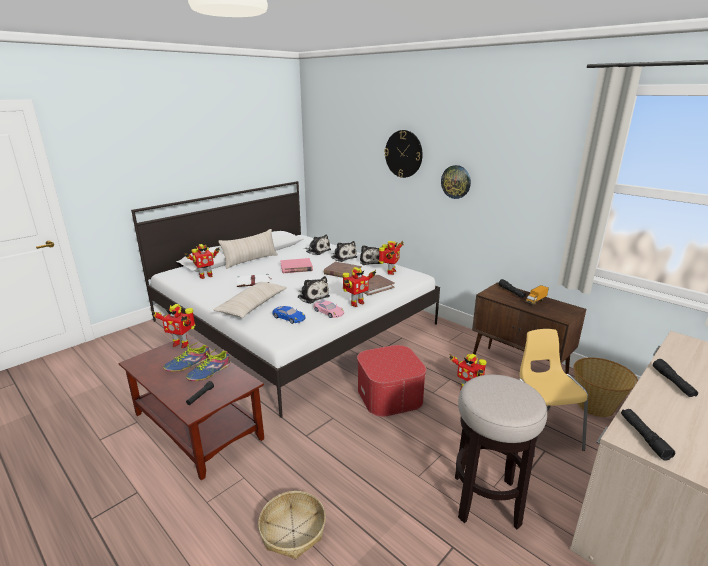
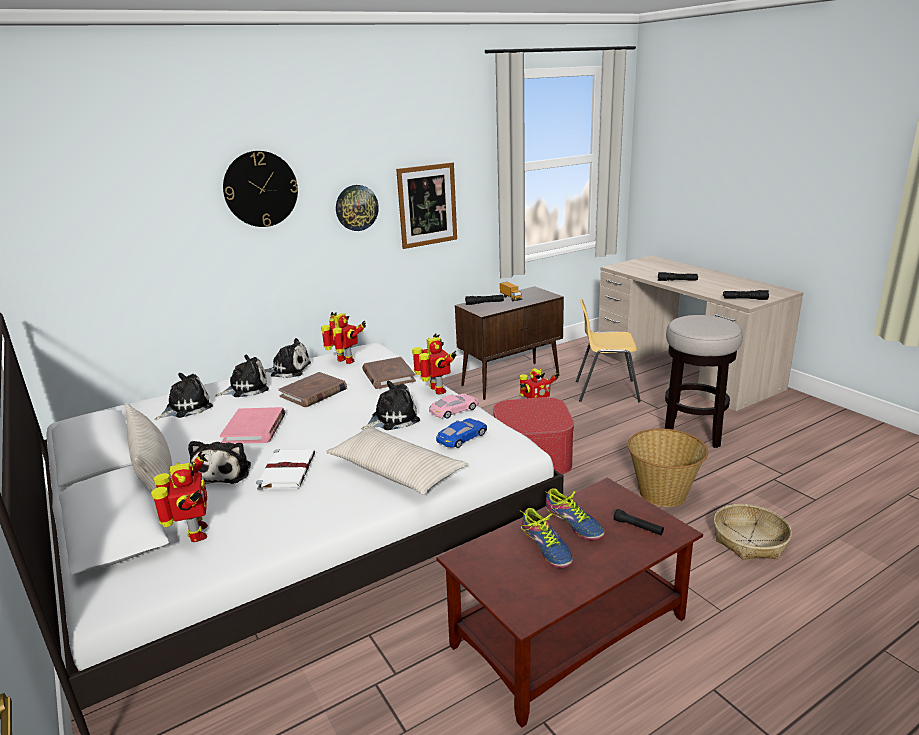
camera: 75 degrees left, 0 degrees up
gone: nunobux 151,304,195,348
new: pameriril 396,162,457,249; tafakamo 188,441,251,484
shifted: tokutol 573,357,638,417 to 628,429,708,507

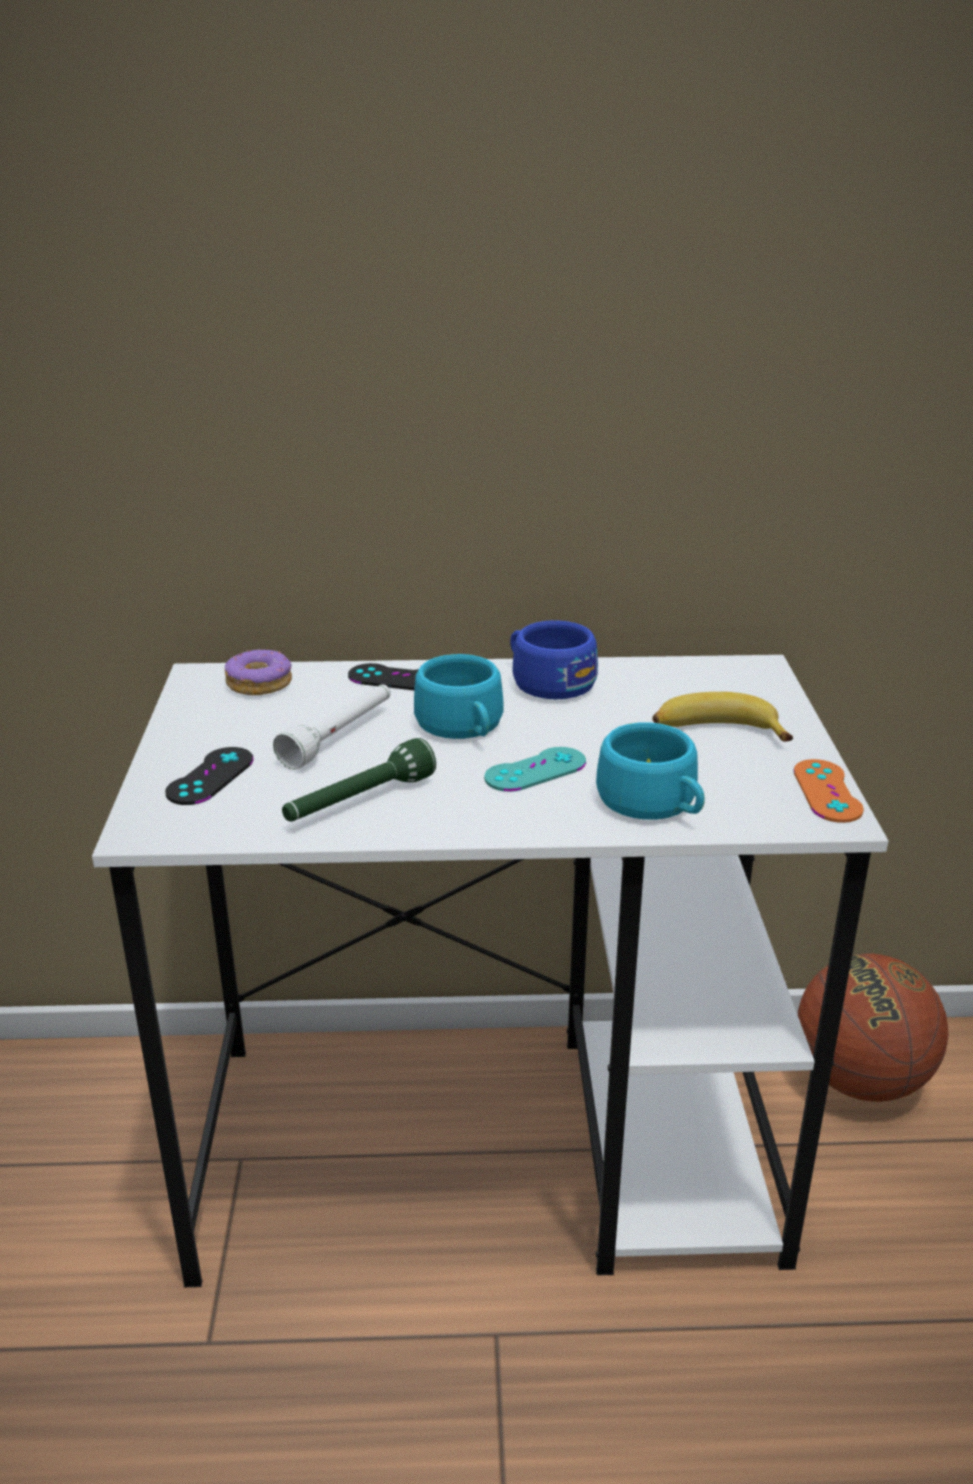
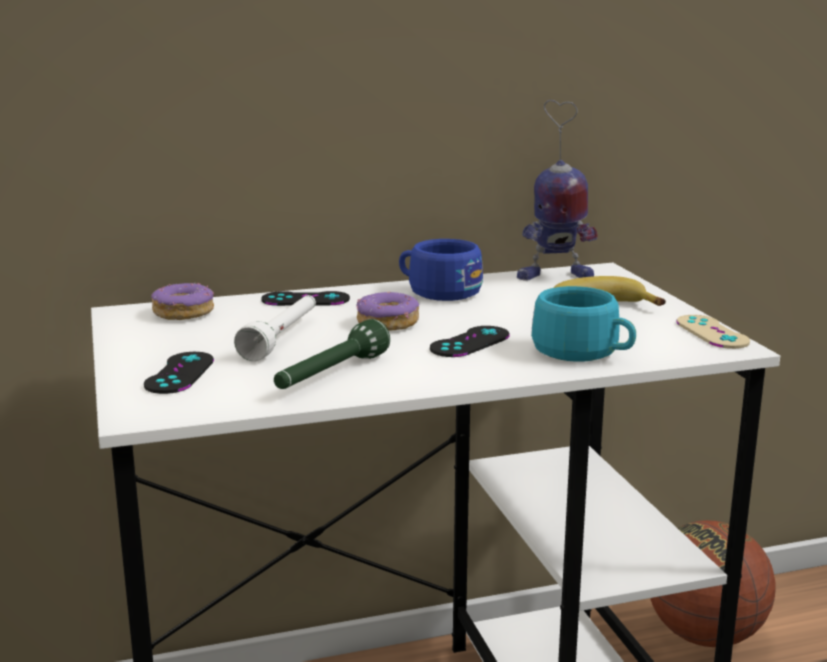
camera: 15 degrees left, 10 degrees down
new: nunobux 517,100,598,280
swapped: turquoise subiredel 414,654,504,739 to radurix 357,291,419,331
repainted: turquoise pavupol 484,747,586,792 to black pavupol 430,326,510,357; orange pavupol 793,759,864,823 to beige pavupol 676,315,750,349

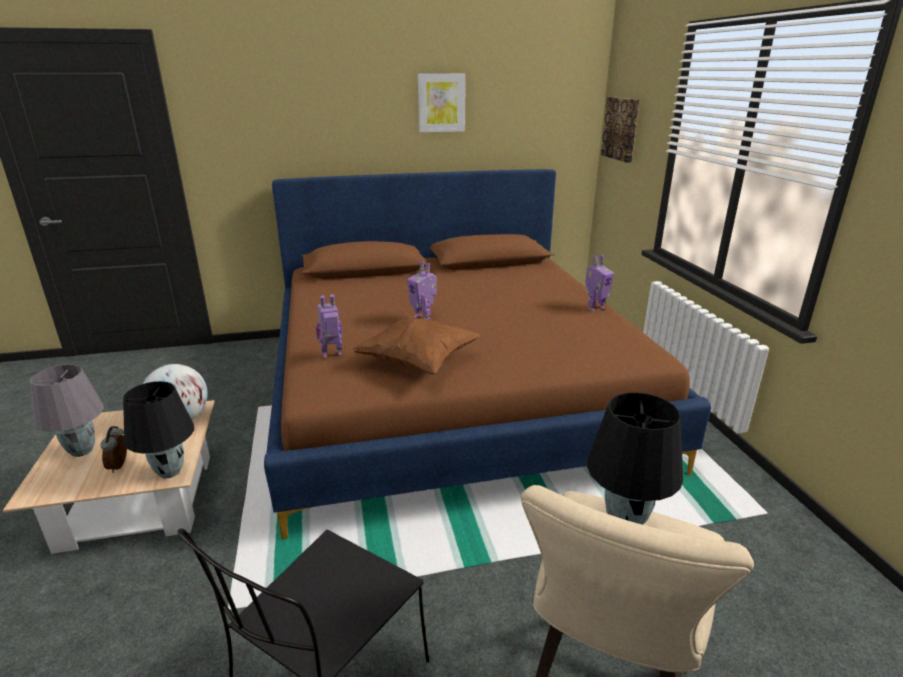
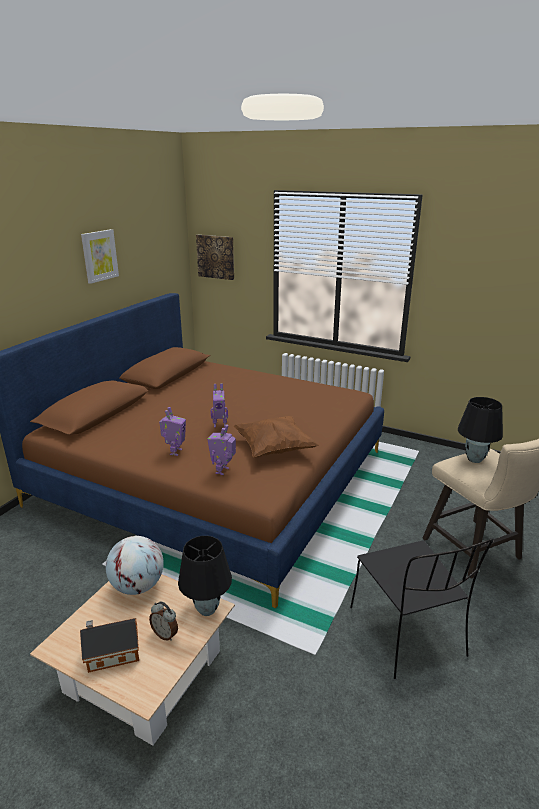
camera: 50 degrees left, 0 degrees up
shifted: nunobux 585,255,614,312 to 159,407,186,456
swapped: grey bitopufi 30,364,104,457 to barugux 80,618,139,673

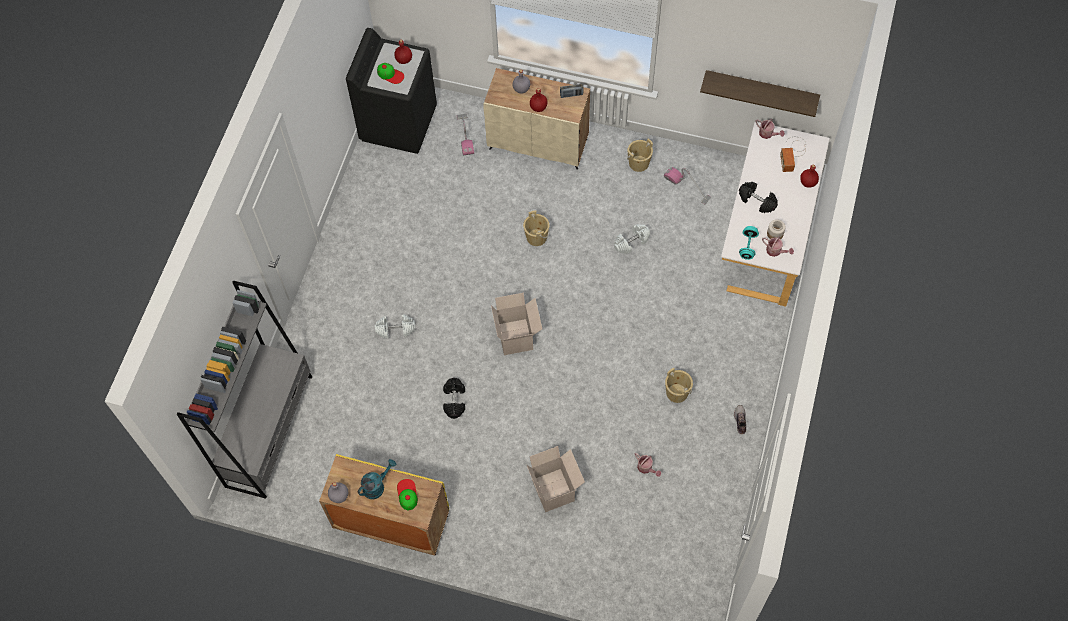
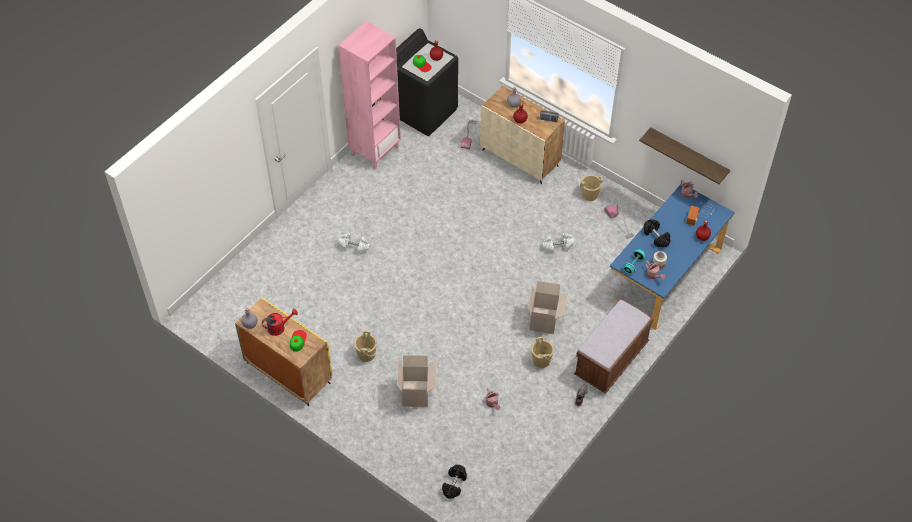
camera: 20 degrees right, 10 degrees down
gone: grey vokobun 177,281,312,499
new: pink vokobun 338,21,401,170; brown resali 574,299,654,394
shifted: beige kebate 523,210,549,246 to 354,331,377,362; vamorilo 491,293,542,355 to 528,281,568,334; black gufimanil 443,378,465,419 to 442,464,467,499
repainted: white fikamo 721,122,830,307 to blue fikamo 610,183,735,330; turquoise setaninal 358,459,396,499 to red setaninal 262,309,298,336

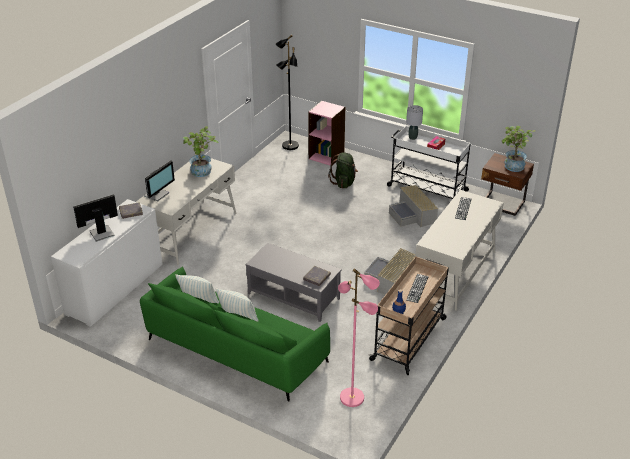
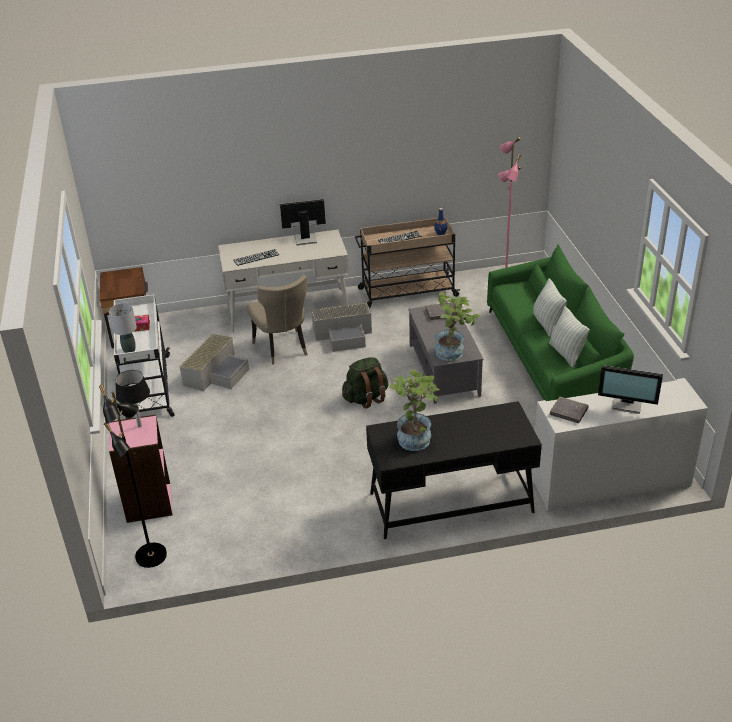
camera: 130 degrees left, 0 degrees up
new: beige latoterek 247,275,308,365; black bitopufi 115,370,150,427
shifted: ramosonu 502,126,536,172 to 435,292,480,361; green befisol 328,152,358,188 to 342,357,389,409; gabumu 144,160,175,202 to 280,199,326,245
repainted: white fikamo 136,158,236,265 to black fikamo 366,401,542,539

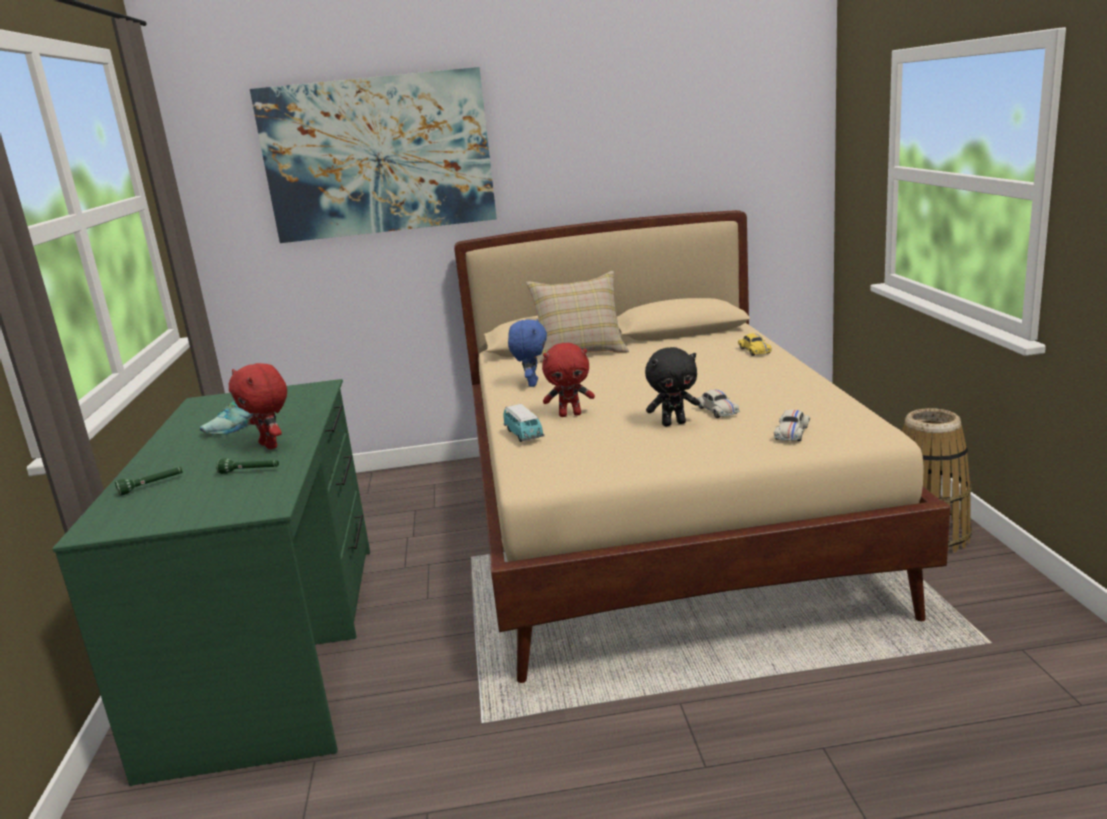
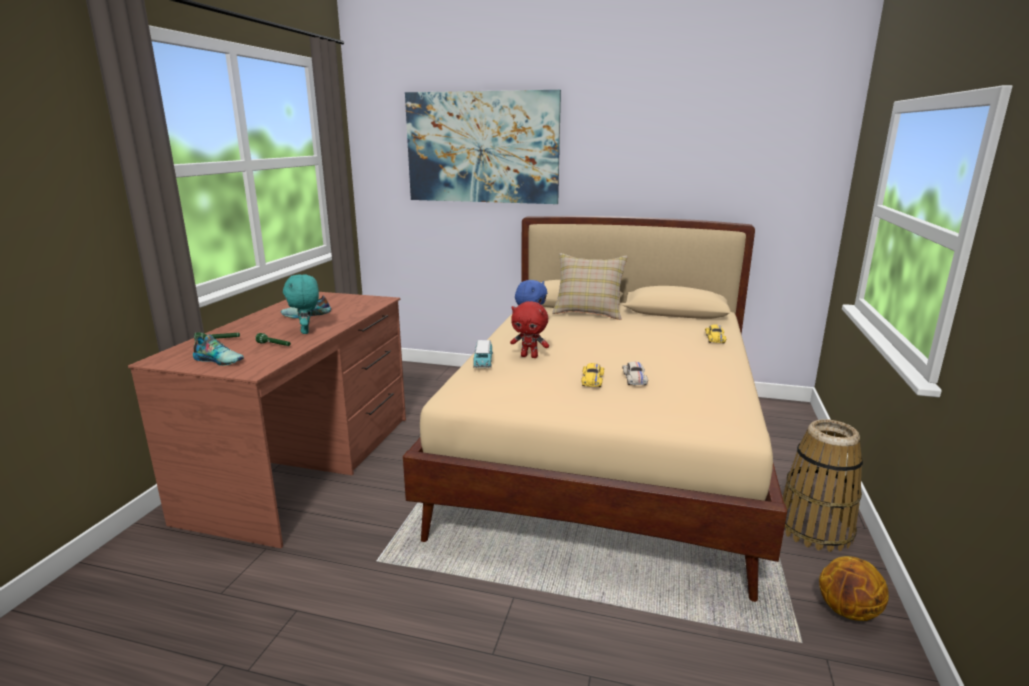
camera: 20 degrees right, 0 degrees up
gone: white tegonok 774,410,810,441
new: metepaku 193,335,244,366; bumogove 819,556,889,621
swapped: black tafakamo 645,347,700,426 to yellow tegonok 582,363,604,387
repainted: red tafakamo 229,363,287,449 to turquoise tafakamo 283,274,319,334; green fikamo 52,379,370,786 to brown fikamo 128,292,406,548

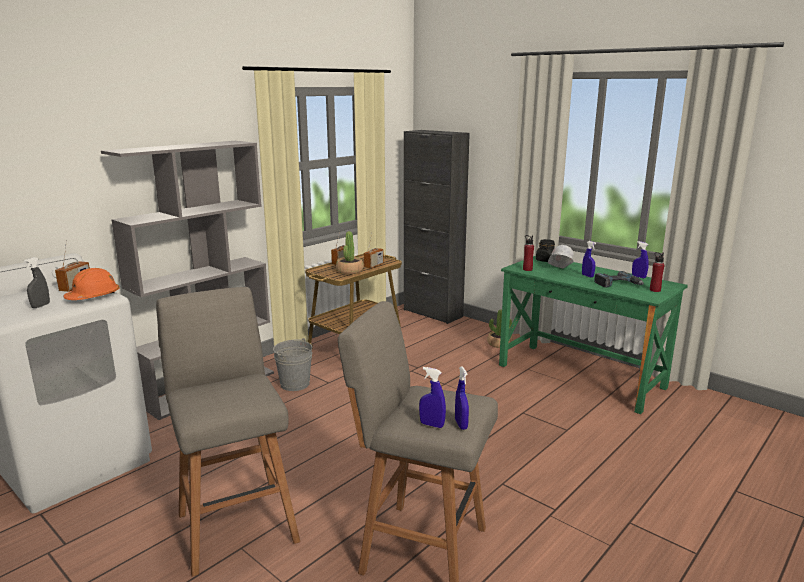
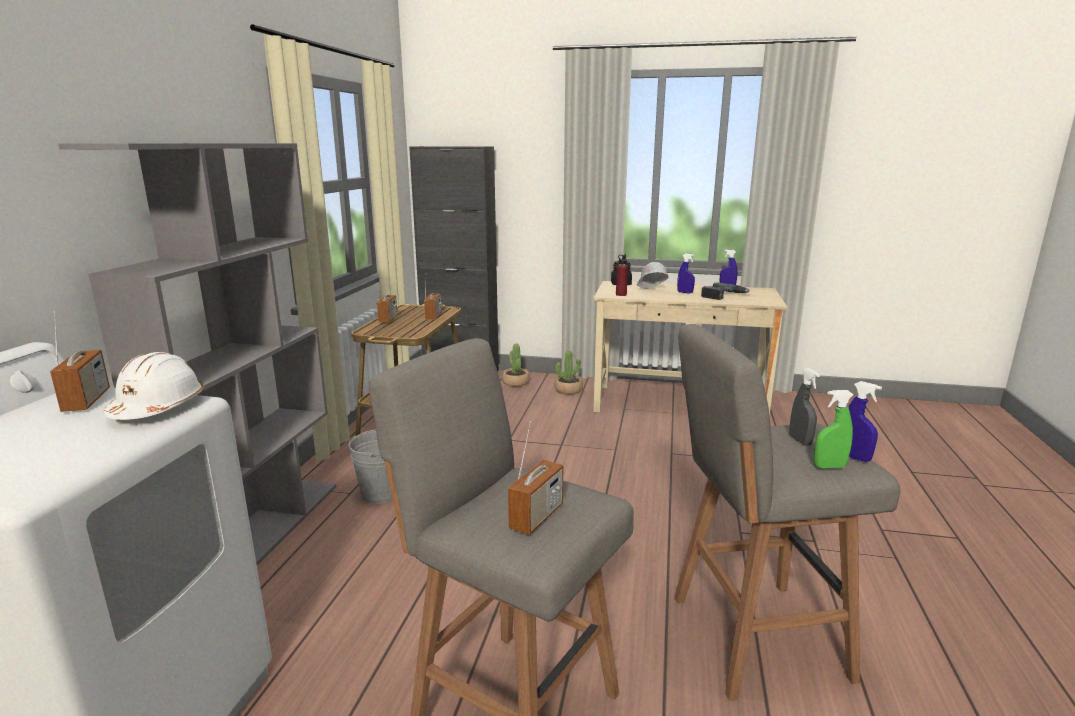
camera: 30 degrees left, 0 degrees up
gone: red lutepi 650,252,664,292
new: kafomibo 508,421,563,535
shifted: ramosonu 336,231,363,274 to 502,343,530,387; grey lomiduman 23,257,50,308 to 789,368,820,446
repainted: green fikamo 499,256,688,414 to beige fikamo 593,281,787,415; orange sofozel 64,268,120,300 to white sofozel 103,352,204,420; blue lomiduman 419,367,446,428 to green lomiduman 814,390,853,469

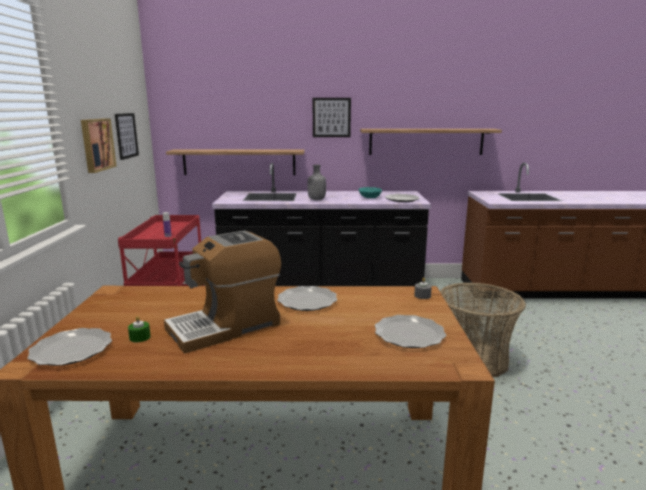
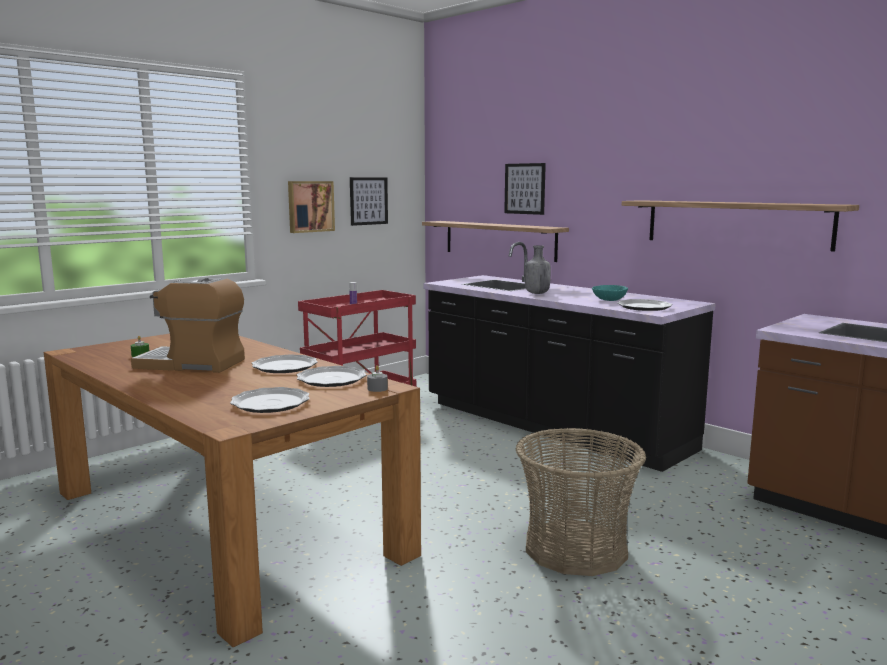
camera: 45 degrees right, 5 degrees down
shifted: pameriril 313,98,351,137 to 504,163,546,215; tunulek 27,328,112,366 to 297,366,367,387

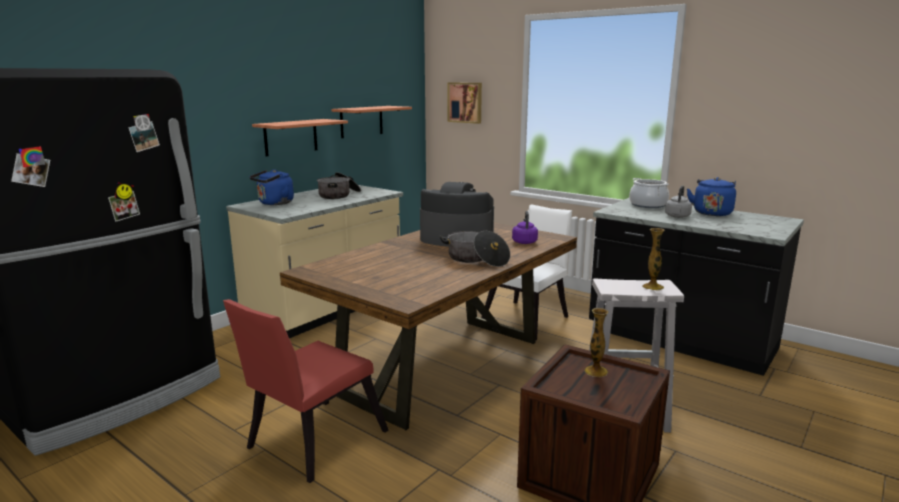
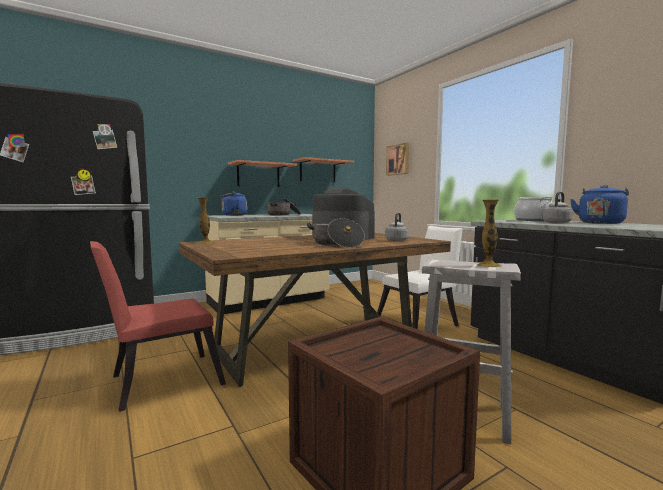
camera: 20 degrees right, 10 degrees down
shifted: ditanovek 585,308,608,377 to 197,198,215,244
repainted: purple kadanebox 512,211,538,244 to grey kadanebox 385,213,408,242

